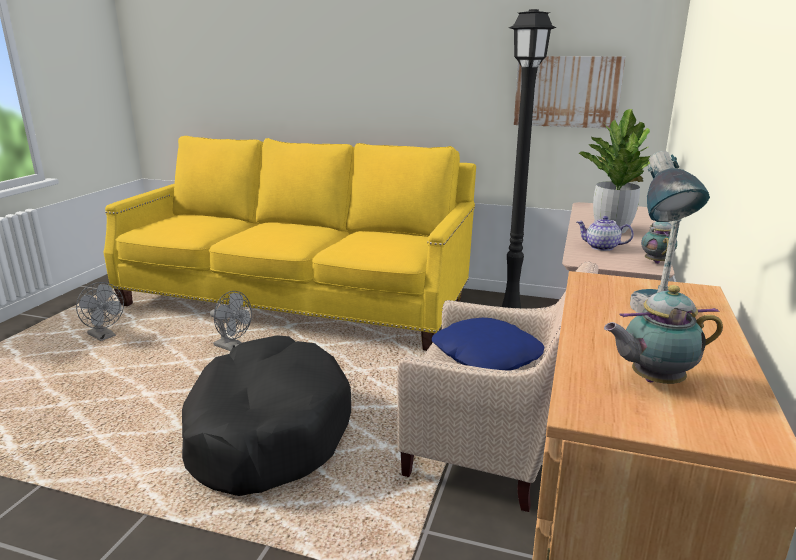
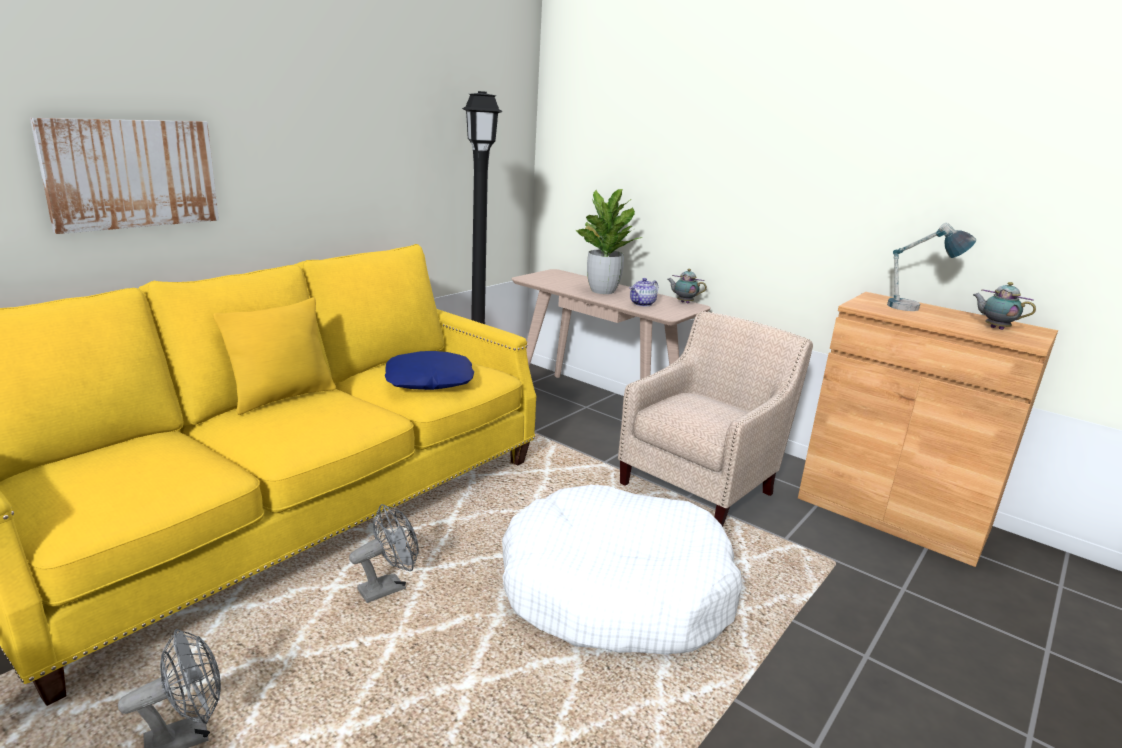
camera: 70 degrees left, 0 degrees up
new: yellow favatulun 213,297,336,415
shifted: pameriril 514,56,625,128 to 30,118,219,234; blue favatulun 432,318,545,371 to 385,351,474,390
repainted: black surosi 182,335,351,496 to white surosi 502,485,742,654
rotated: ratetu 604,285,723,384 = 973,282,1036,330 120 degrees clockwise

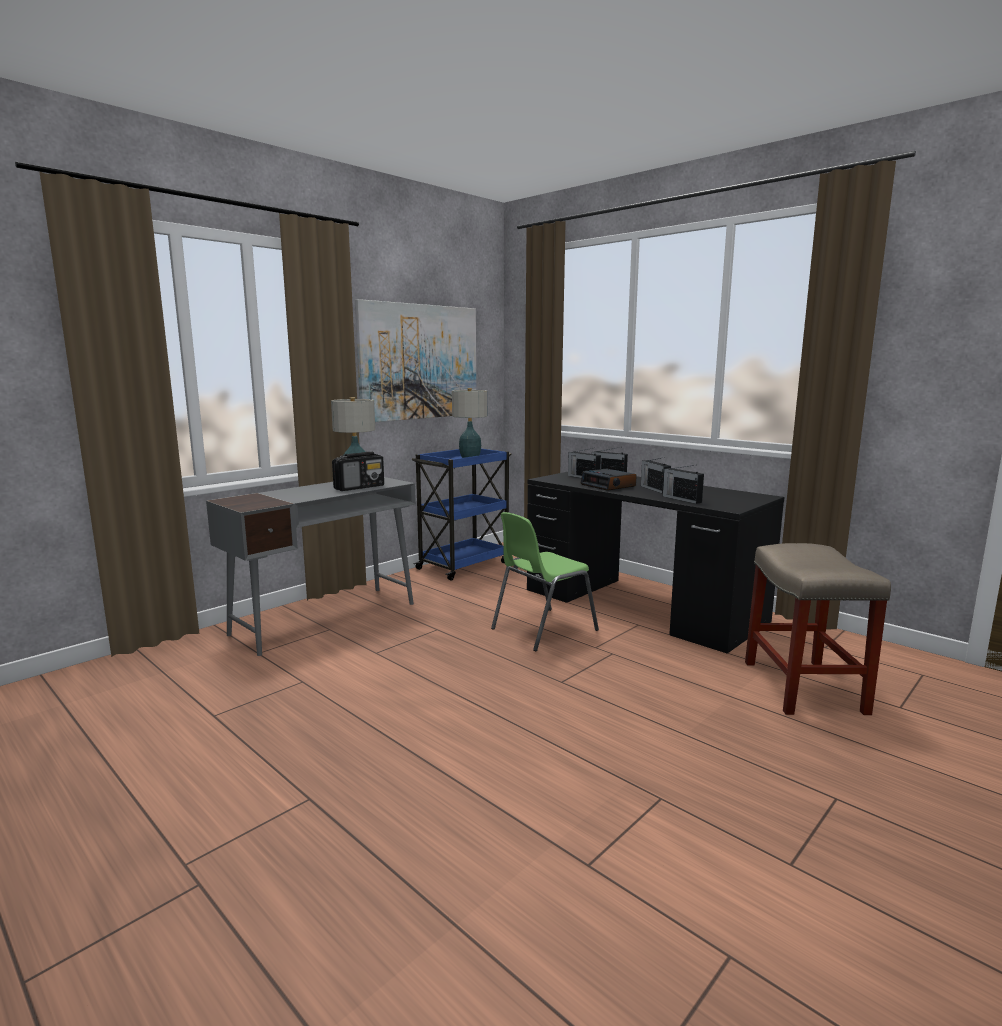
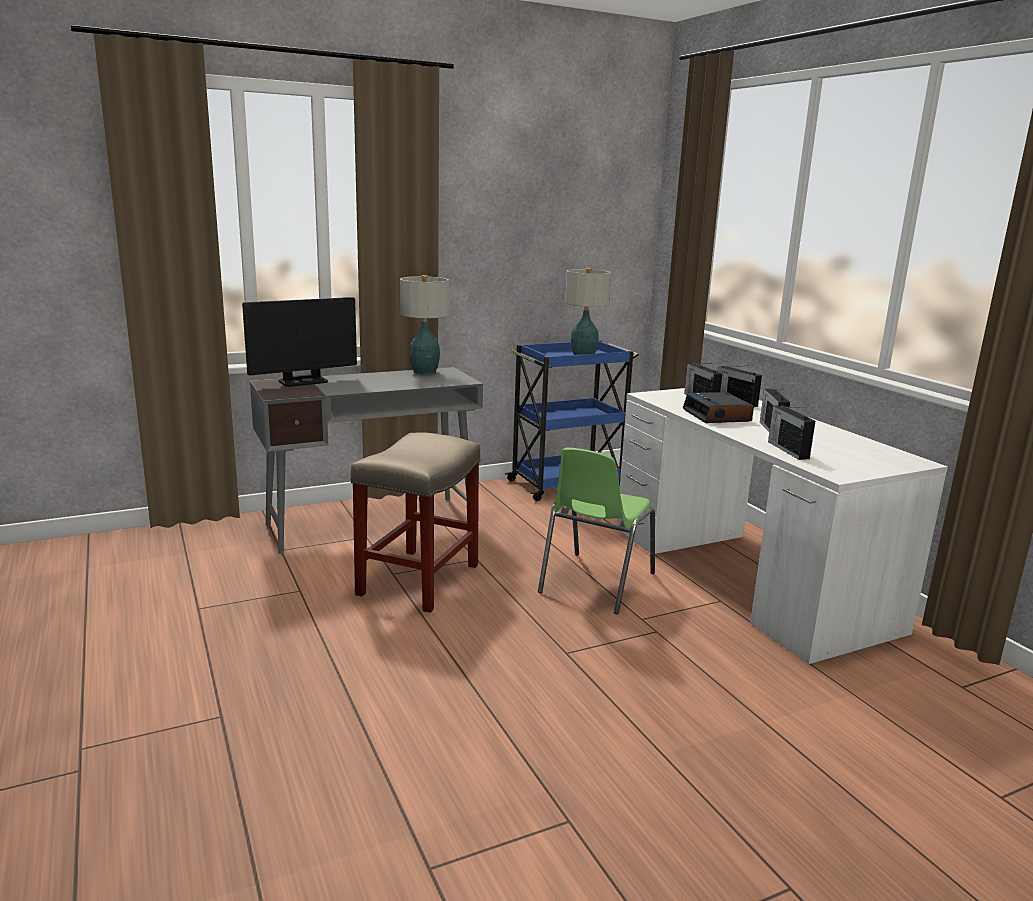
camera: 20 degrees right, 5 degrees up
gone: pameriril 355,299,476,422; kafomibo 332,452,384,491
new: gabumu 242,297,357,387
shifted: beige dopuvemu 745,543,891,715 to 351,432,481,613
repainted: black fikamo 527,472,784,654 to white fikamo 617,388,948,664
rotated: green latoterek 491,512,599,651 = 538,448,655,614 45 degrees counterclockwise

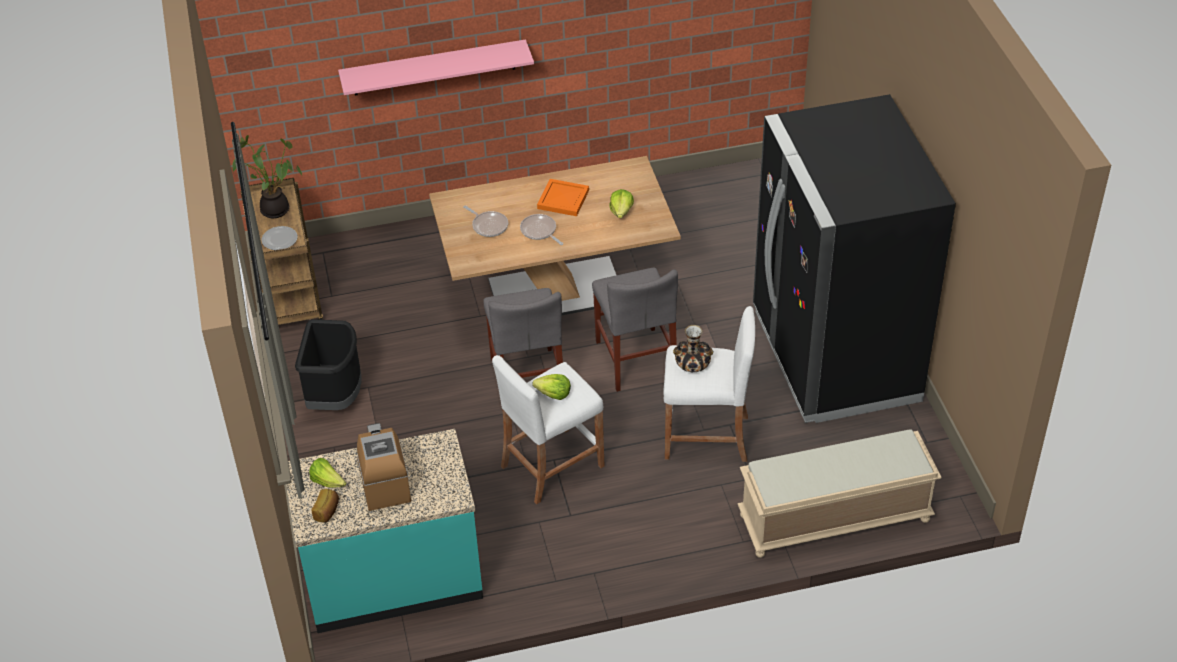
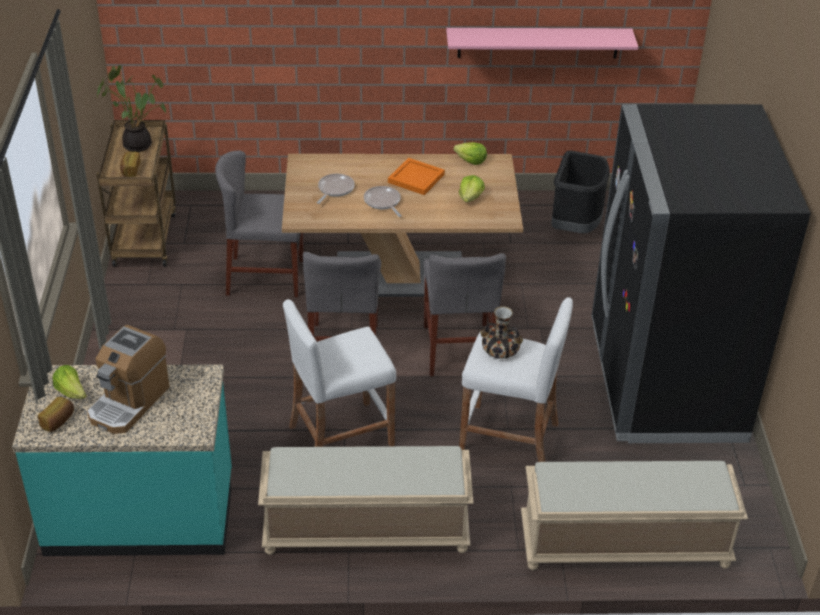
camera: 10 degrees right, 5 degrees down
new: grey latoterek 215,151,303,297; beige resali 258,446,474,555
shifted: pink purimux 338,39,534,96 to 446,28,638,58; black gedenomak 295,319,362,410 to 551,150,610,233; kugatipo 532,374,571,400 to 453,142,487,165
swapped: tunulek 261,226,298,250 to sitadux 120,151,140,177
rotated: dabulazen 463,205,508,237 = 317,174,355,204 120 degrees counterclockwise; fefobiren 357,423,411,511 = 87,325,170,434 150 degrees counterclockwise

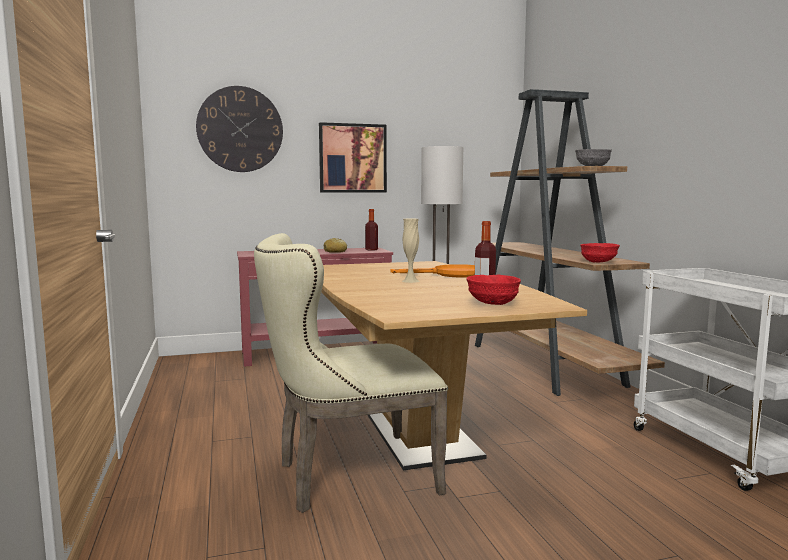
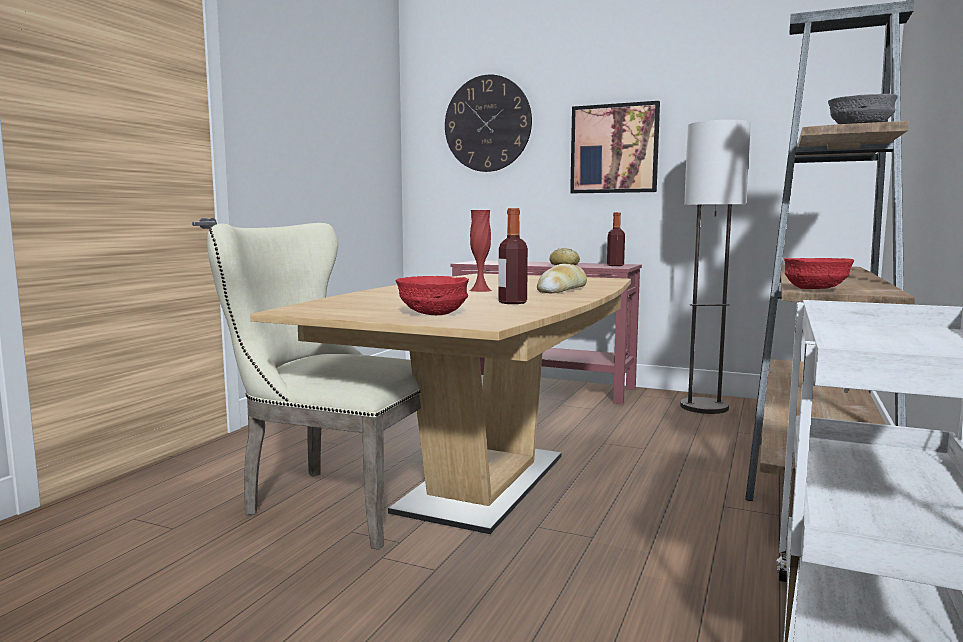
camera: 40 degrees right, 0 degrees up
swapped: orange dabulazen 391,264,475,278 to sitadux 537,264,587,293
repainted: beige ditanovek 402,219,419,283 to red ditanovek 469,210,492,292

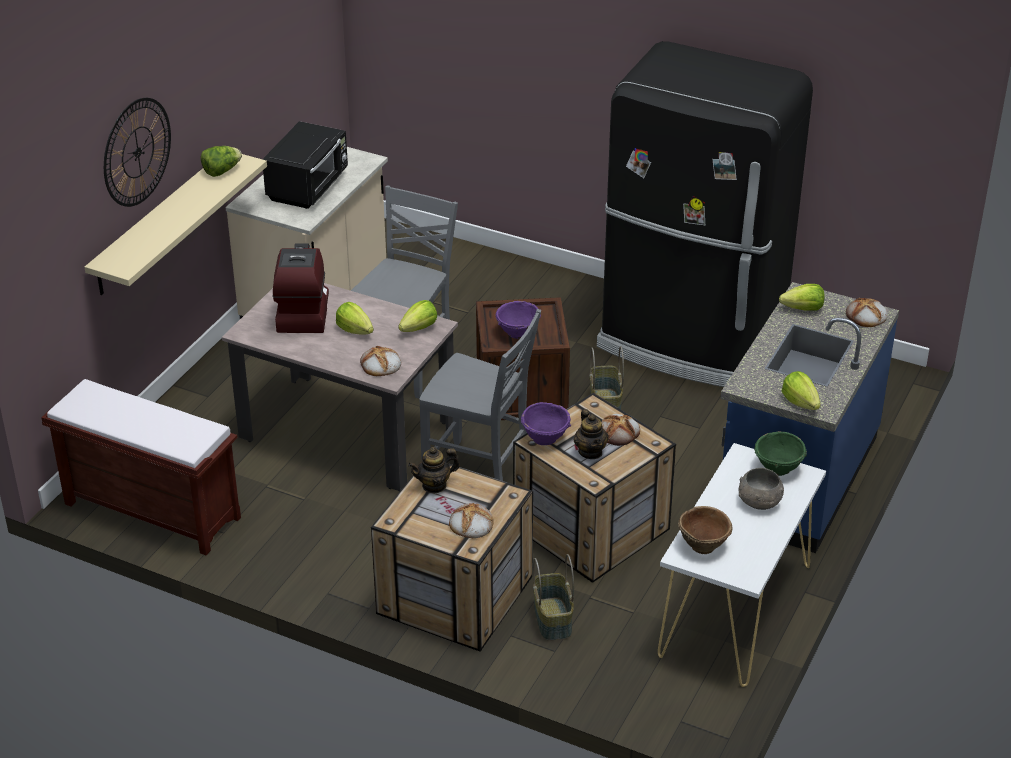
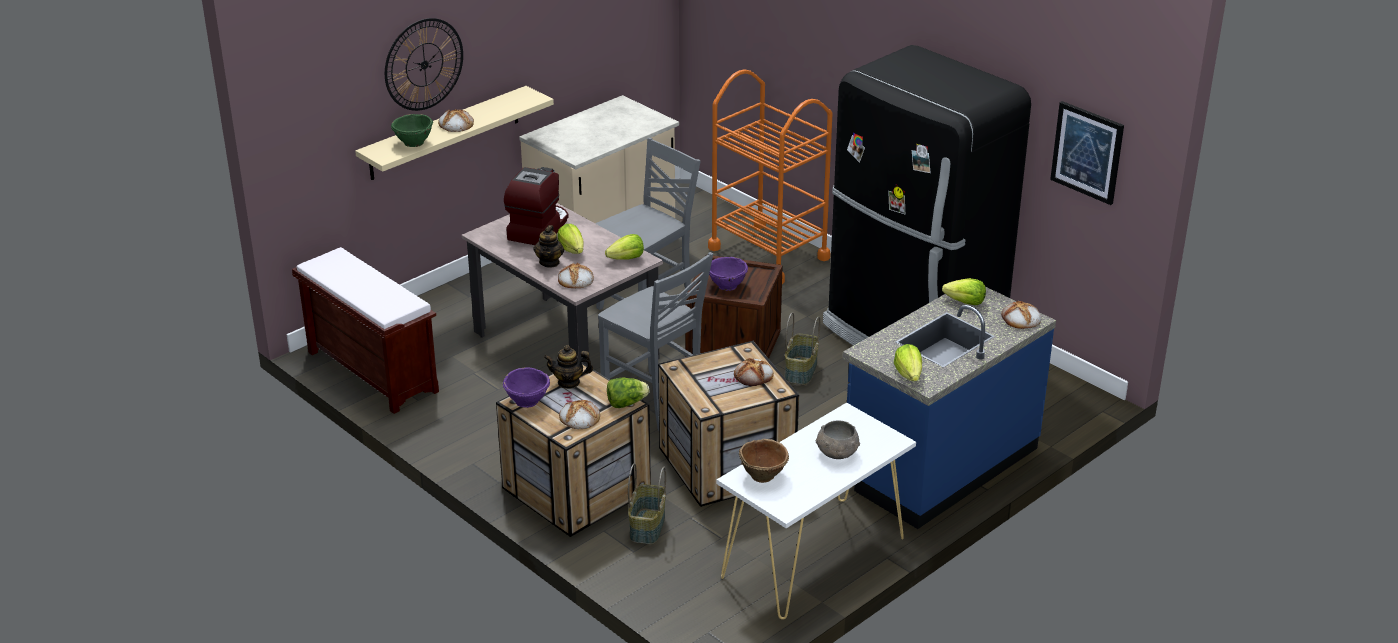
camera: 20 degrees right, 5 degrees down
gone: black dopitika 263,121,348,209
new: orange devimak 708,69,832,284; pameriril 1050,101,1124,205; sitadux 438,109,474,132
shifted: kugatipo 201,146,242,177 to 607,378,649,408; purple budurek 521,402,571,445 to 503,368,550,408; ratetu 574,409,609,459 to 533,225,564,268; green budurek 754,431,807,476 to 391,114,433,147

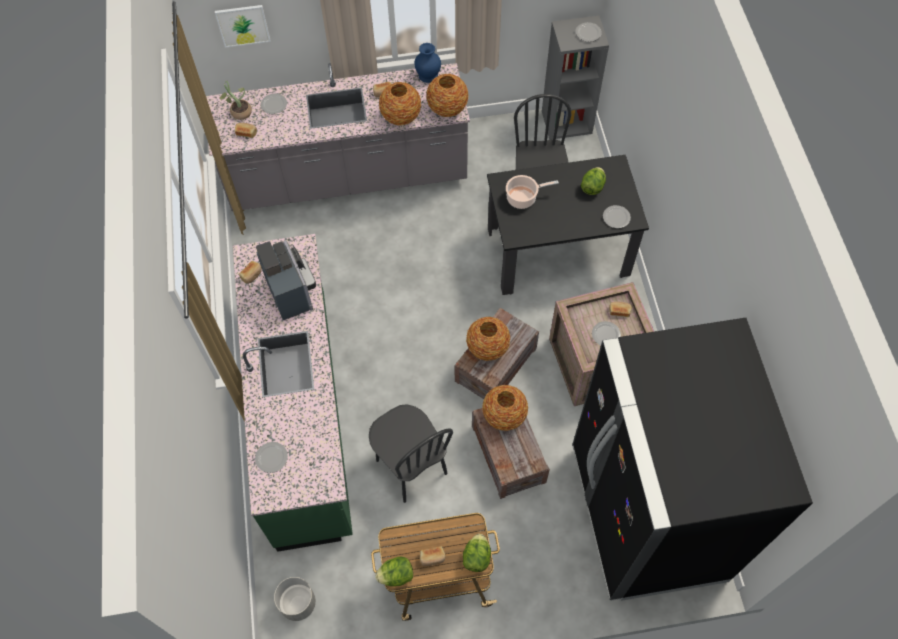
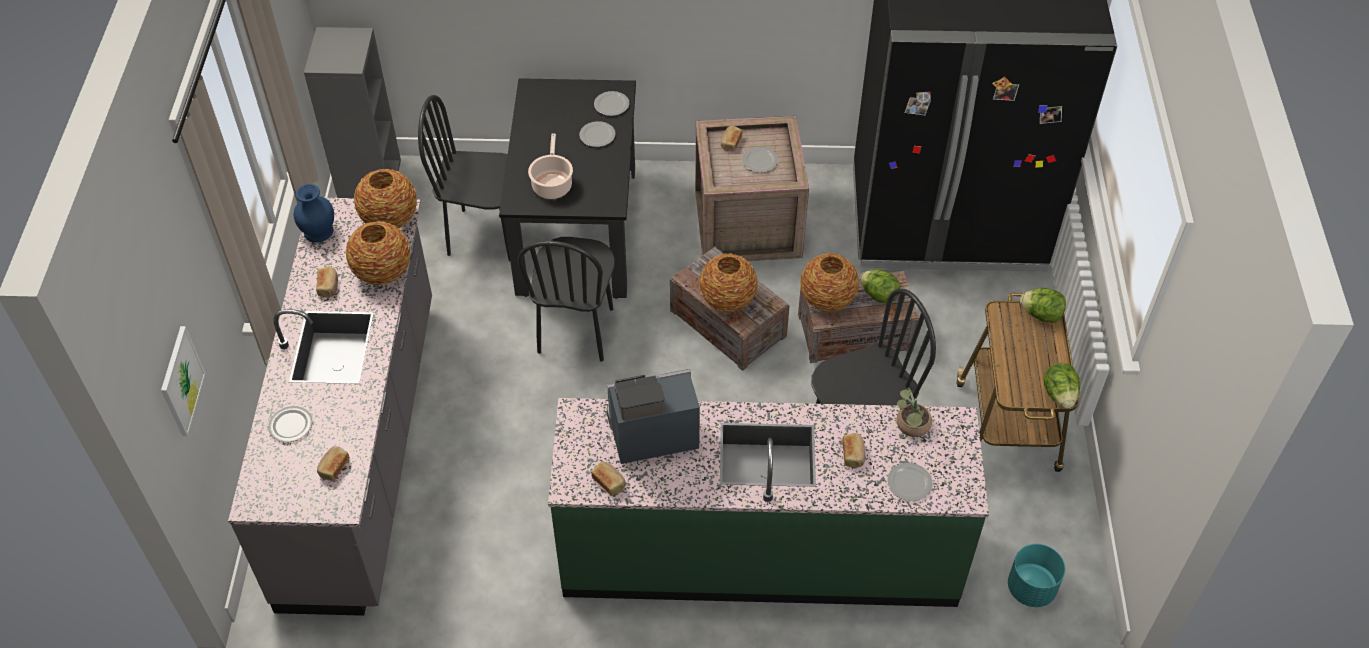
camera: 80 degrees left, 10 degrees down
new: black latoterek 518,237,615,362
shifted: tunulek 575,22,602,42 to 579,121,616,147; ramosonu 219,81,252,120 to 896,388,932,437; kugatipo 581,167,606,195 to 860,270,900,304; sitadux 420,546,446,566 to 842,433,865,468
repainted: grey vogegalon 274,577,316,621 to turquoise vogegalon 1008,544,1065,607

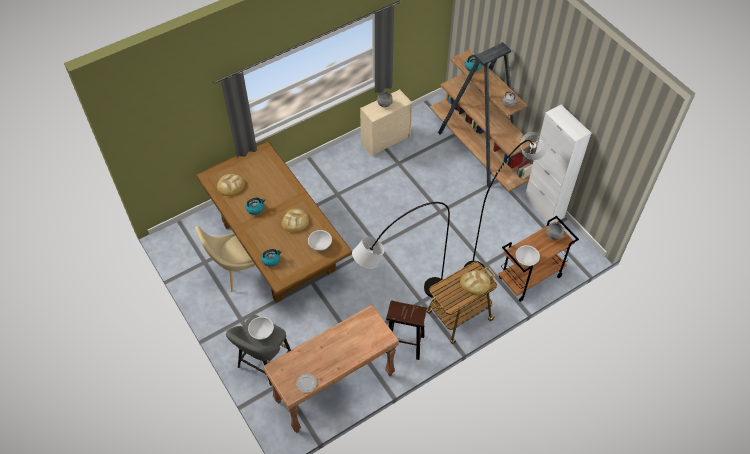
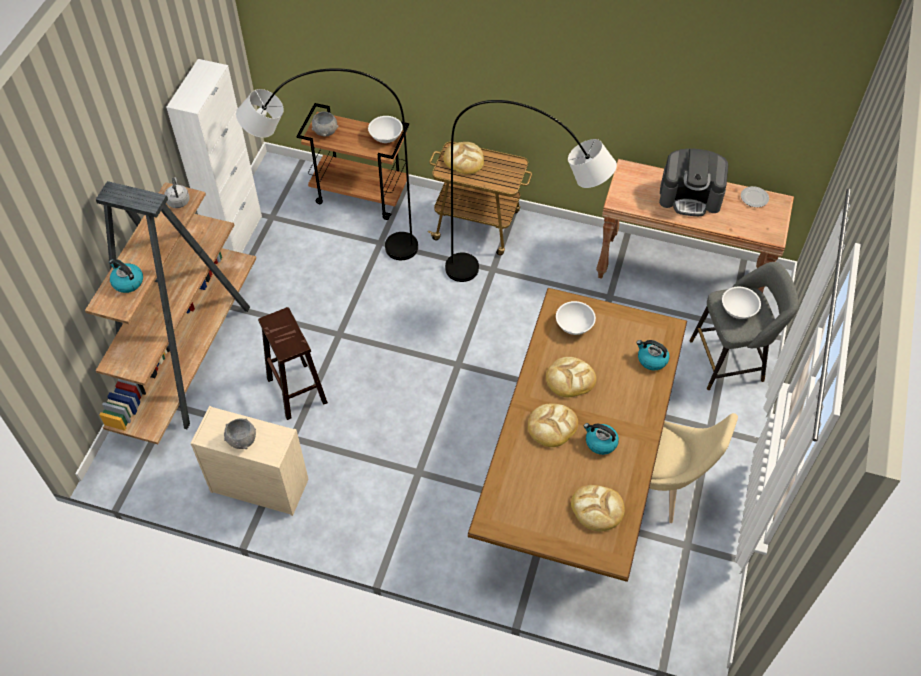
camera: 130 degrees left, 0 degrees up
new: fefobiren 659,148,728,216; sitadux 528,403,578,447
shifted: brown dopuvemu 386,301,427,360 to 258,307,328,420

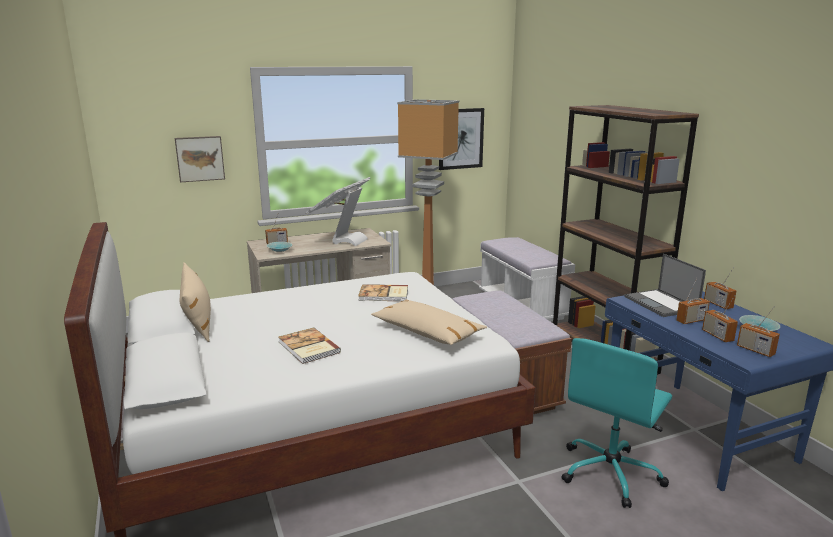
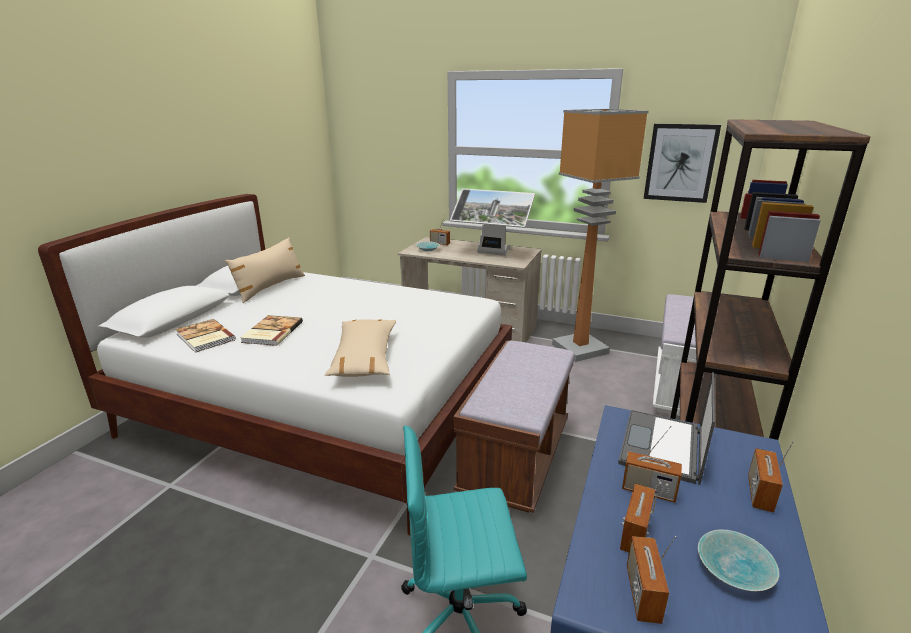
camera: 45 degrees right, 5 degrees up
gone: pameriril 175,136,225,182
shifted: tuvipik 358,284,408,301 to 175,319,236,353
rotated: gabumu 305,177,370,246 = 450,189,535,256 135 degrees counterclockwise

